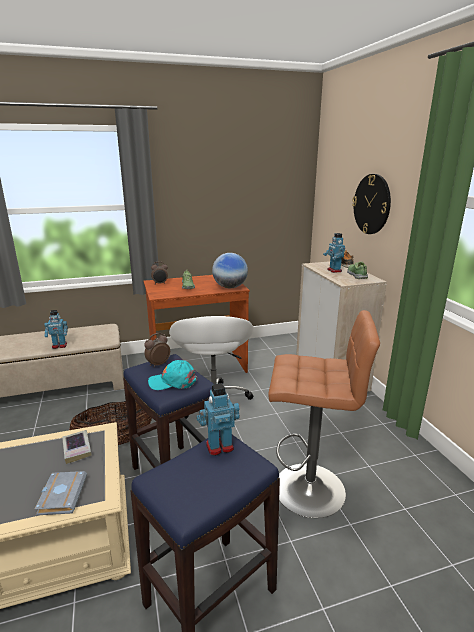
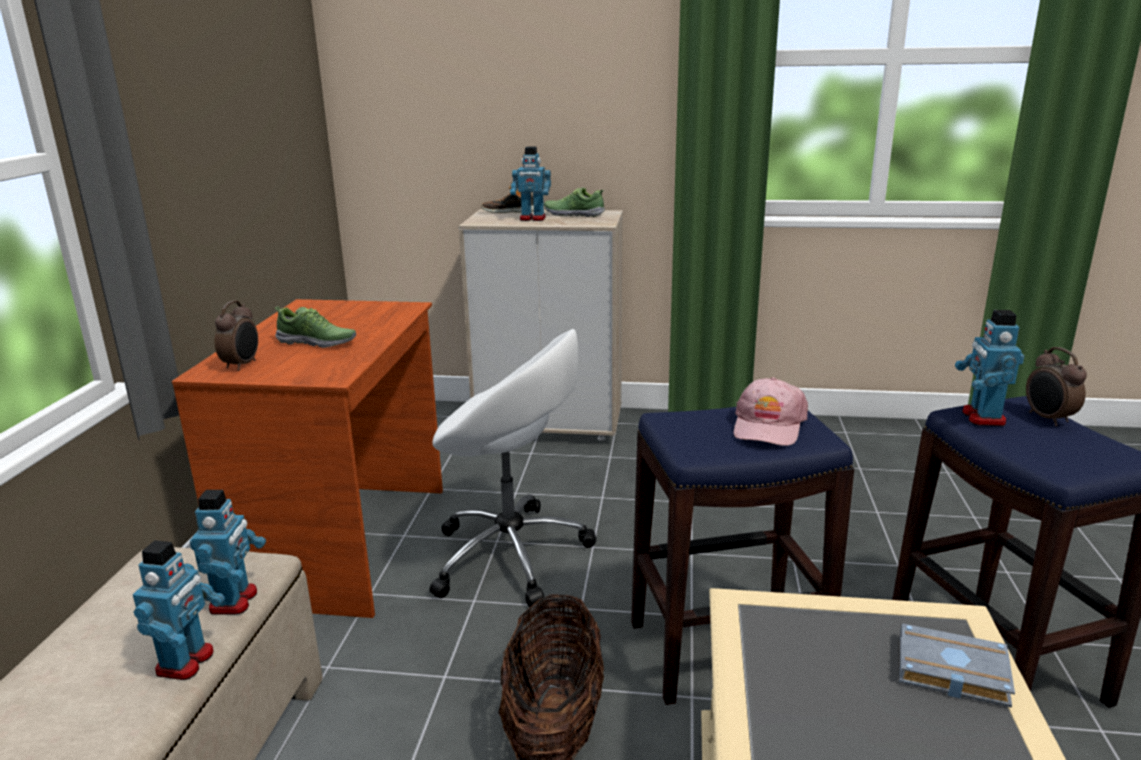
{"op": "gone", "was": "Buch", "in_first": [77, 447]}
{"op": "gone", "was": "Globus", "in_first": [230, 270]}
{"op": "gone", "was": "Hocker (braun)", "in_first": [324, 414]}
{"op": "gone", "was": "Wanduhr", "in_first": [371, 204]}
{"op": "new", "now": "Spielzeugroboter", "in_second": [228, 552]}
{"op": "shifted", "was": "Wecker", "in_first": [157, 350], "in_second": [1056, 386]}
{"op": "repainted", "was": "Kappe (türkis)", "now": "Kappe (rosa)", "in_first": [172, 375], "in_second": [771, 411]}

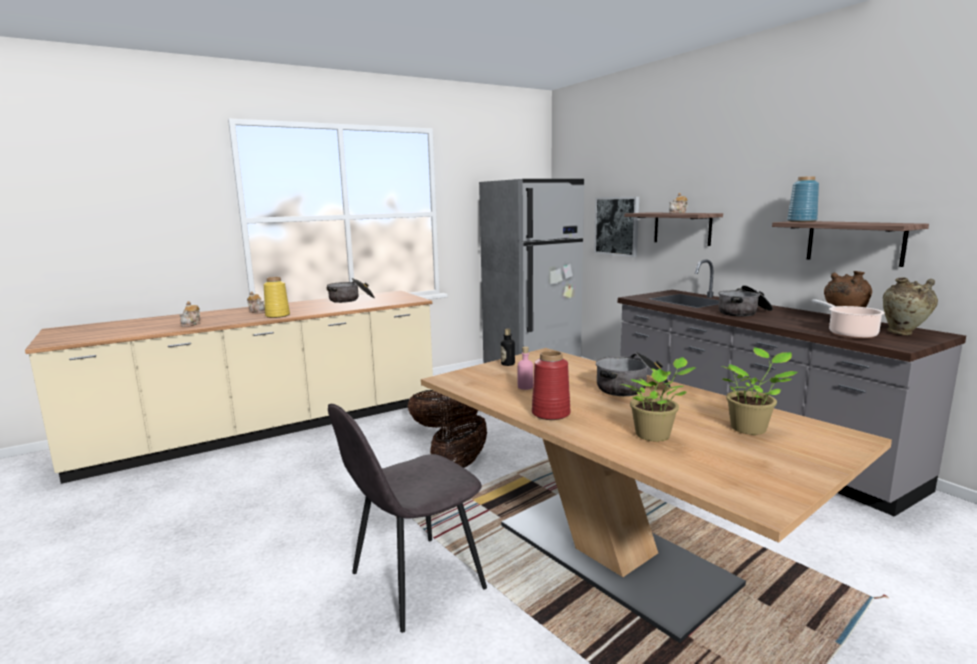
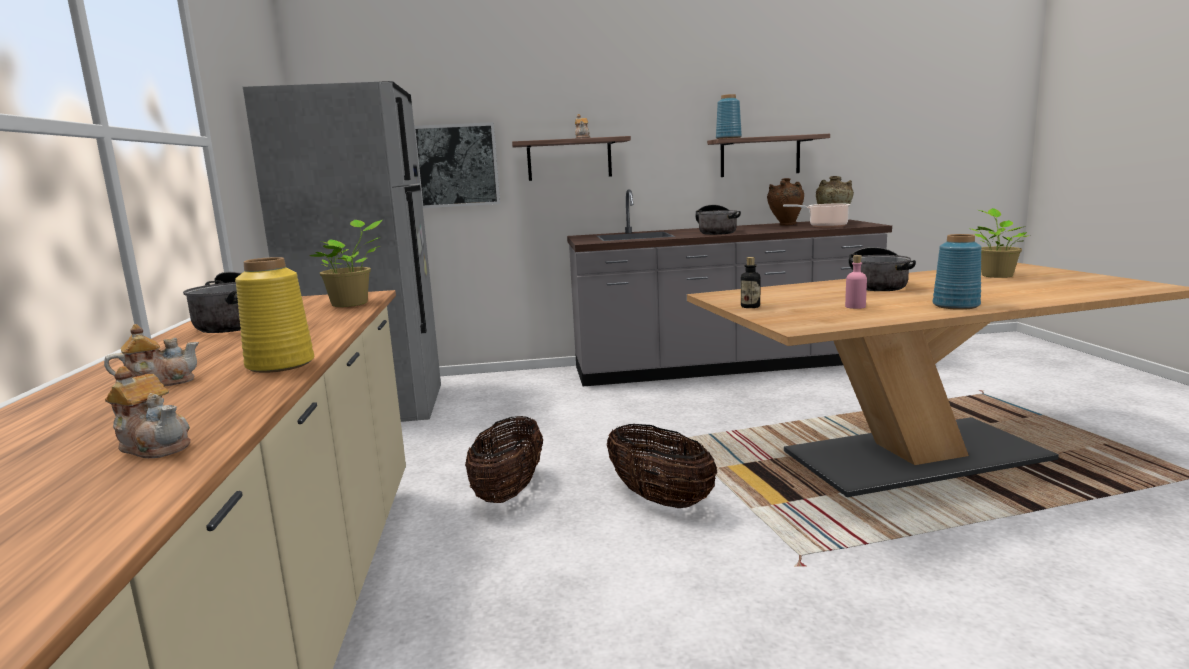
{"op": "gone", "was": "Stuhl (grau)", "in_first": [407, 518]}
{"op": "shifted", "was": "Topfpflanze", "in_first": [658, 399], "in_second": [346, 263]}
{"op": "repainted", "was": "Vase (rot)", "now": "Vase (blau)", "in_first": [551, 385], "in_second": [957, 272]}

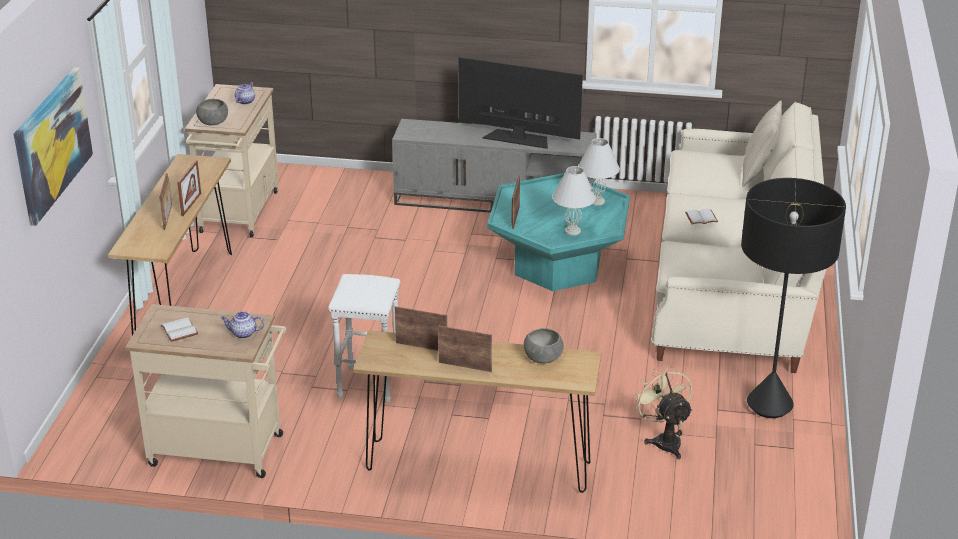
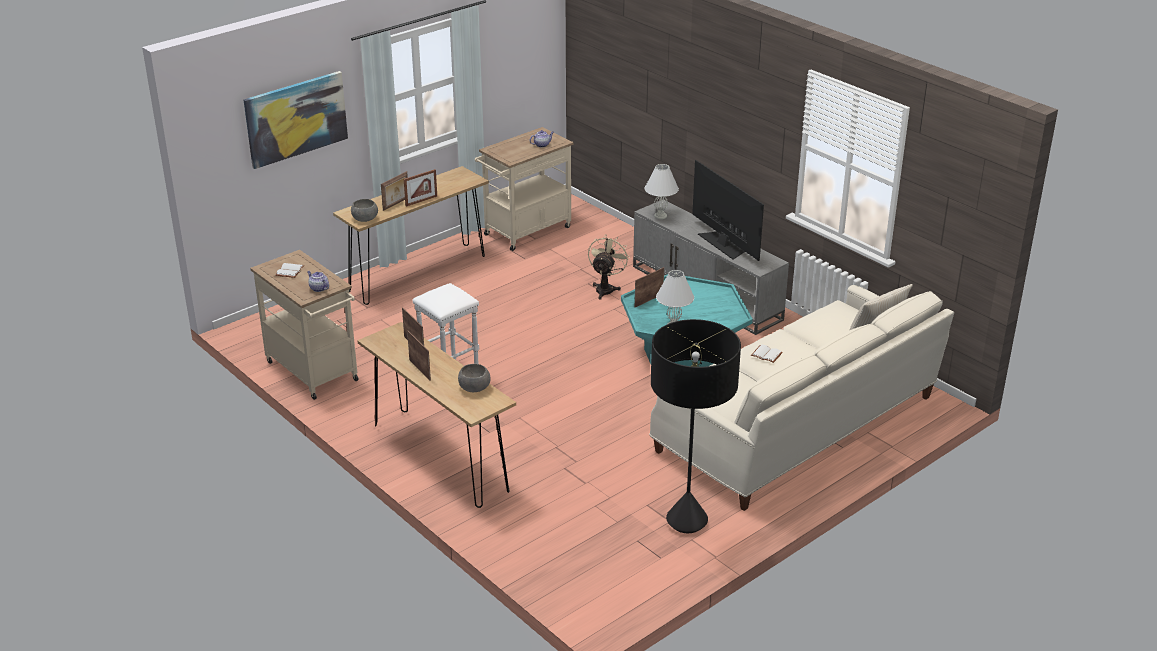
{"op": "shifted", "was": "Schüssel (grau)", "in_first": [212, 112], "in_second": [364, 210]}
{"op": "shifted", "was": "Tischlampe (weiß)", "in_first": [599, 172], "in_second": [661, 191]}
{"op": "shifted", "was": "Ventilator (beige)", "in_first": [663, 412], "in_second": [609, 267]}

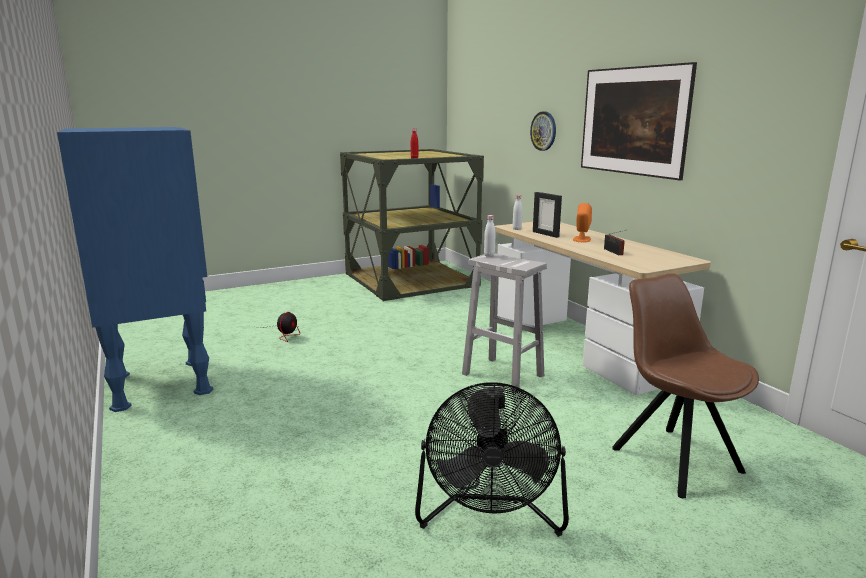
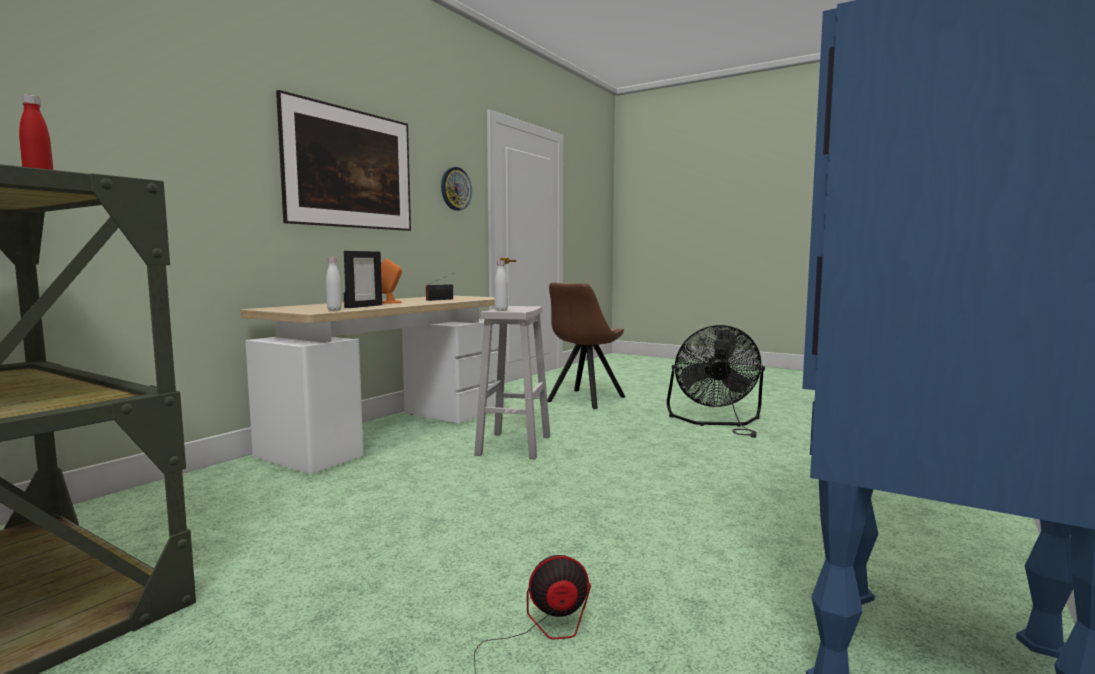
{"op": "shifted", "was": "Wanduhr", "in_first": [543, 131], "in_second": [456, 189]}
{"op": "rotated", "was": "Ventilator (schwarz)", "in_first": [492, 459], "in_second": [716, 381], "clockwise": -60}

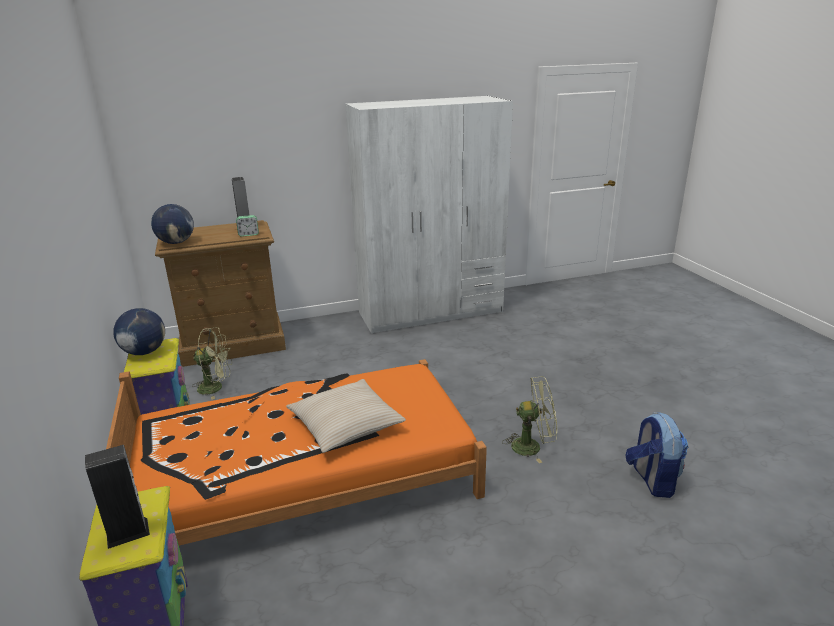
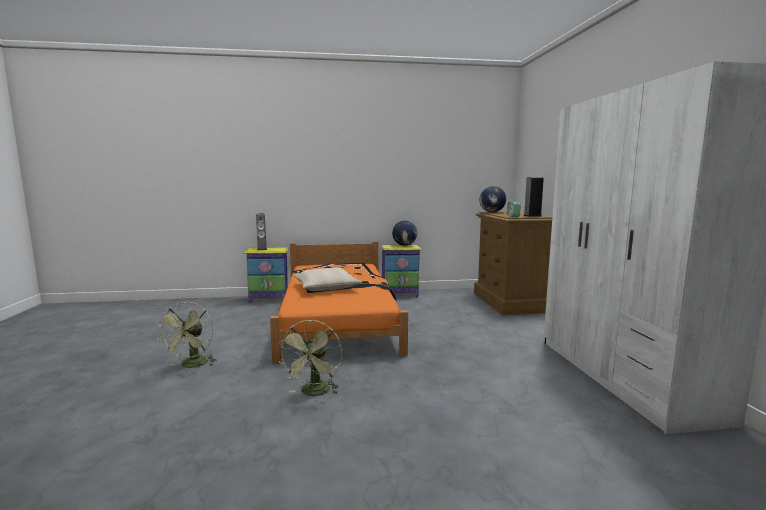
{"op": "gone", "was": "Rucksack", "in_first": [656, 455]}
{"op": "shifted", "was": "Ventilator (grün)", "in_first": [212, 363], "in_second": [187, 334]}

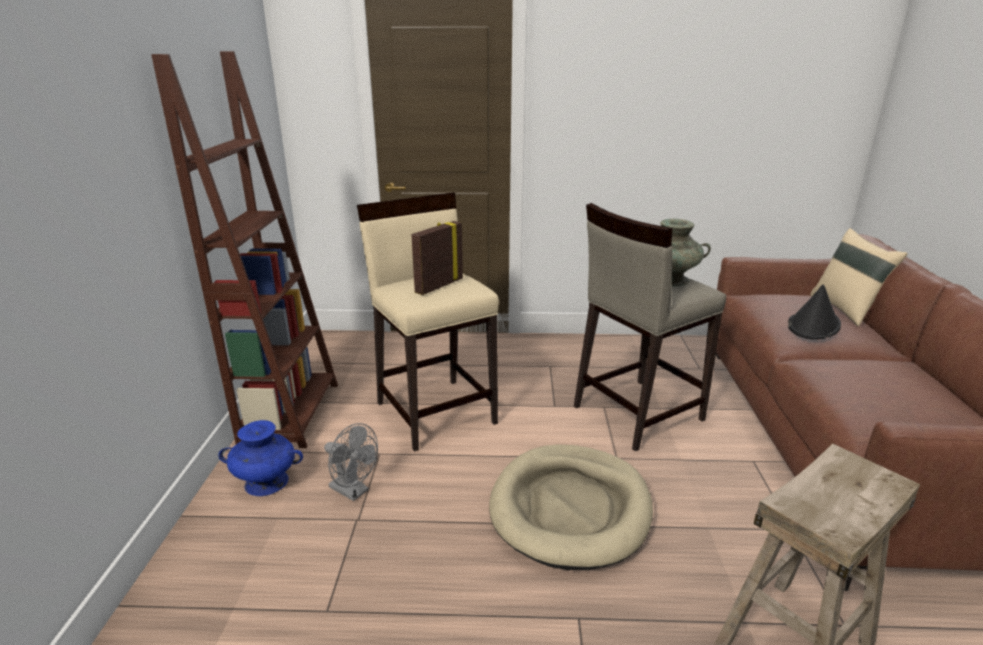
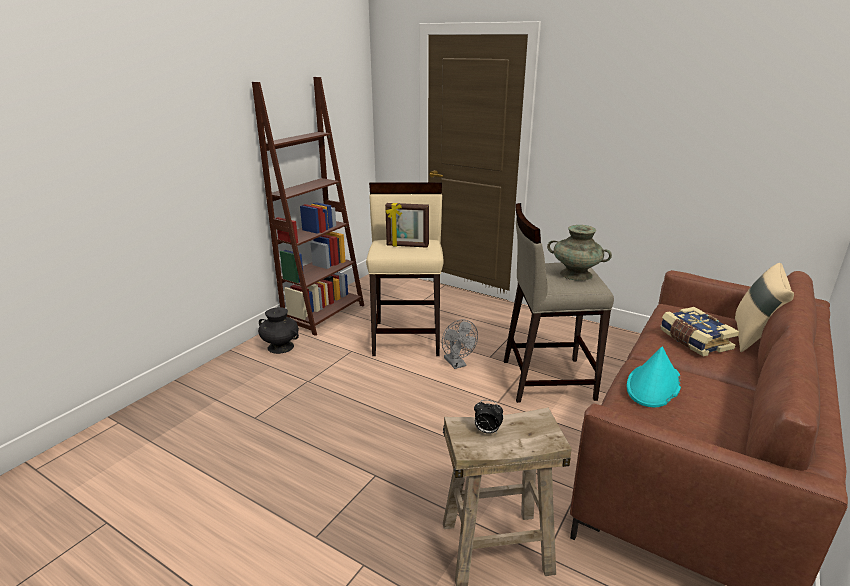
{"op": "gone", "was": "Hundebett (beige)", "in_first": [571, 507]}
{"op": "new", "now": "Wecker", "in_second": [488, 417]}
{"op": "new", "now": "Hut (türkis)", "in_second": [654, 377]}
{"op": "shifted", "was": "Ventilator (grau)", "in_first": [351, 462], "in_second": [460, 344]}
{"op": "swapped", "was": "Hut (schwarz)", "now": "Buch", "in_first": [814, 312], "in_second": [699, 332]}
{"op": "repainted", "was": "Vase (blau)", "now": "Vase (schwarz)", "in_first": [260, 458], "in_second": [278, 330]}
{"op": "rotated", "was": "Bilderrahmen", "in_first": [437, 258], "in_second": [407, 225], "clockwise": -150}

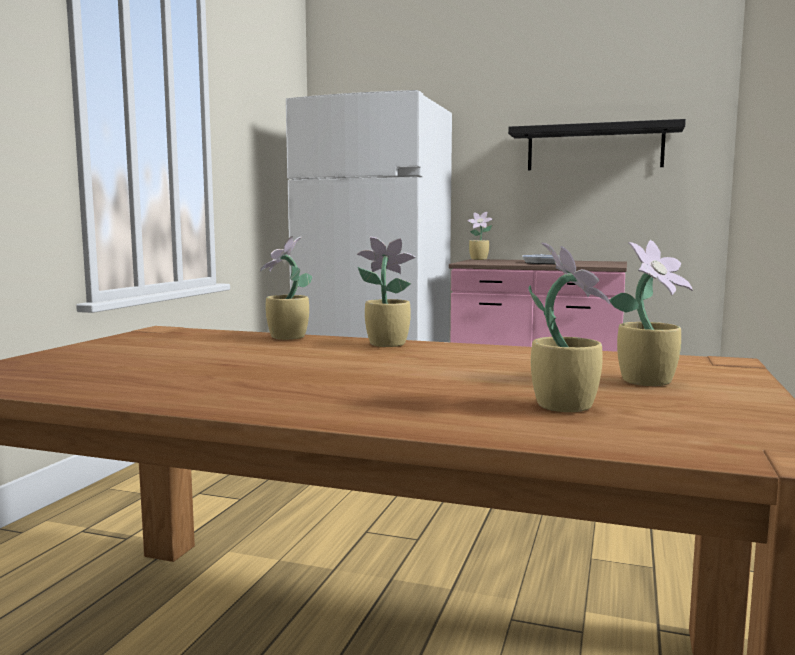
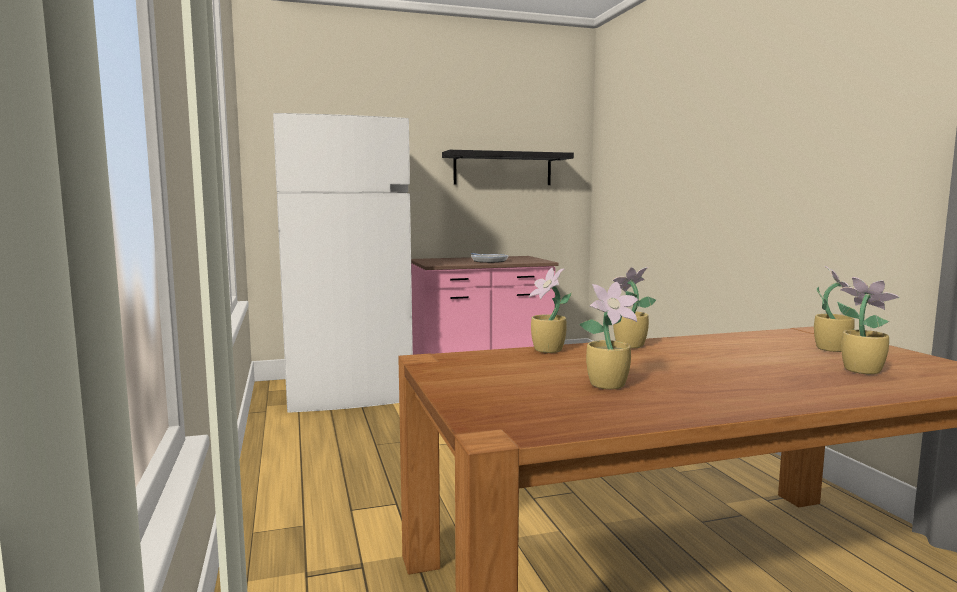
{"op": "shifted", "was": "Topfpflanze", "in_first": [480, 236], "in_second": [609, 335]}

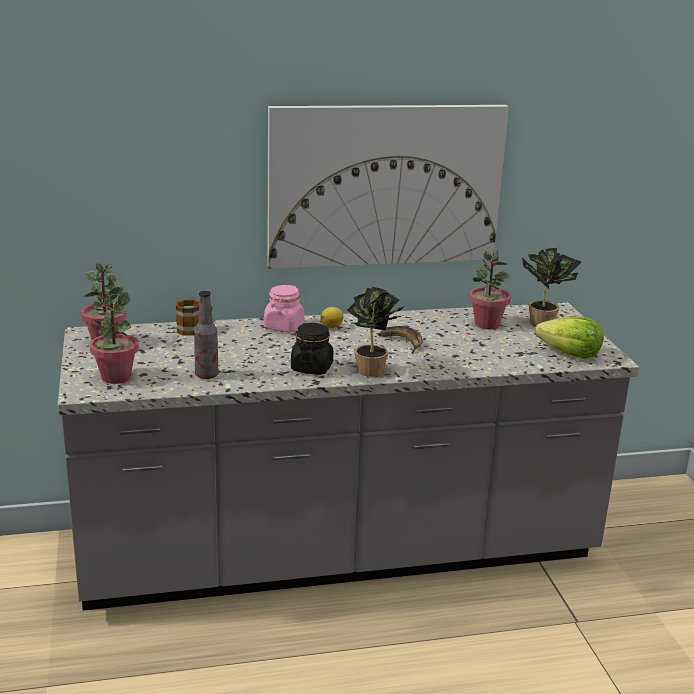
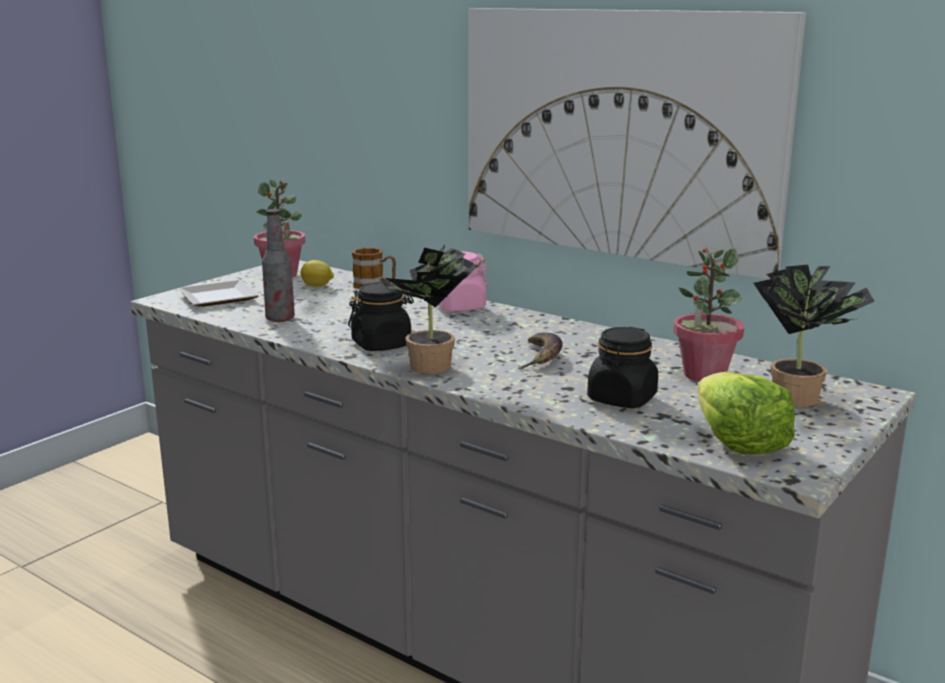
{"op": "new", "now": "Vorratsglas (schwarz)", "in_second": [622, 367]}
{"op": "shifted", "was": "Zitrone", "in_first": [332, 317], "in_second": [317, 273]}
{"op": "swapped", "was": "Topfpflanze", "now": "Teller", "in_first": [114, 337], "in_second": [219, 293]}

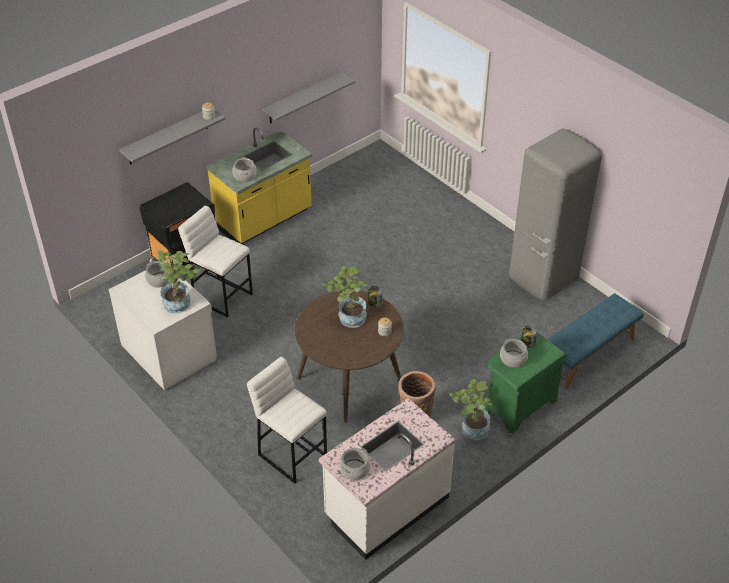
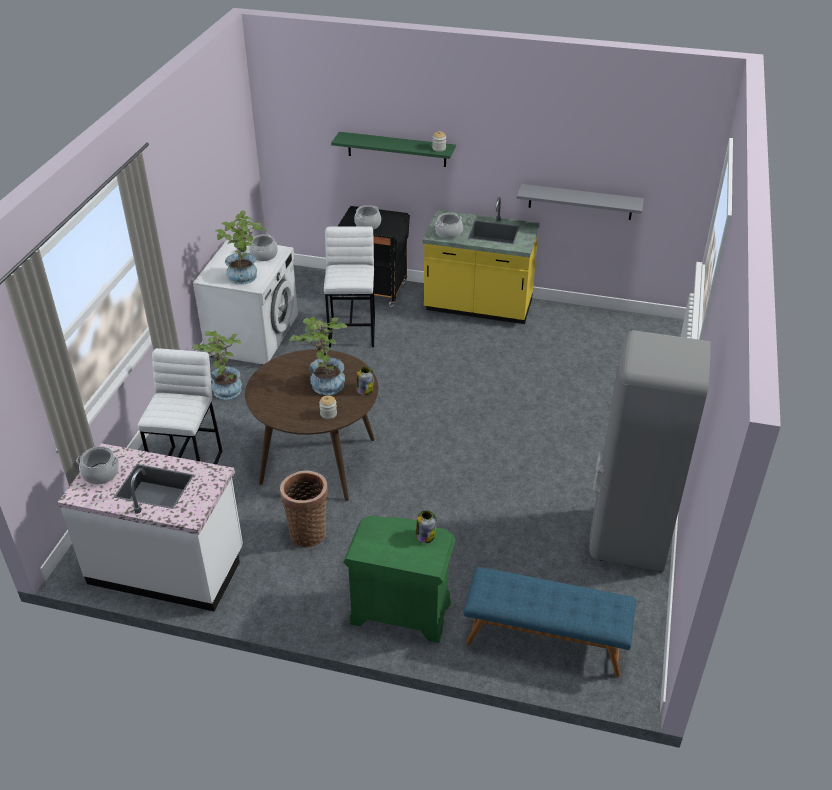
{"op": "shifted", "was": "Topfpflanze", "in_first": [471, 409], "in_second": [217, 365]}
{"op": "shifted", "was": "Kochtopf", "in_first": [514, 352], "in_second": [367, 217]}
{"op": "repainted", "was": "Wandregal (grau)", "now": "Wandregal (grün)", "in_first": [172, 137], "in_second": [393, 149]}

